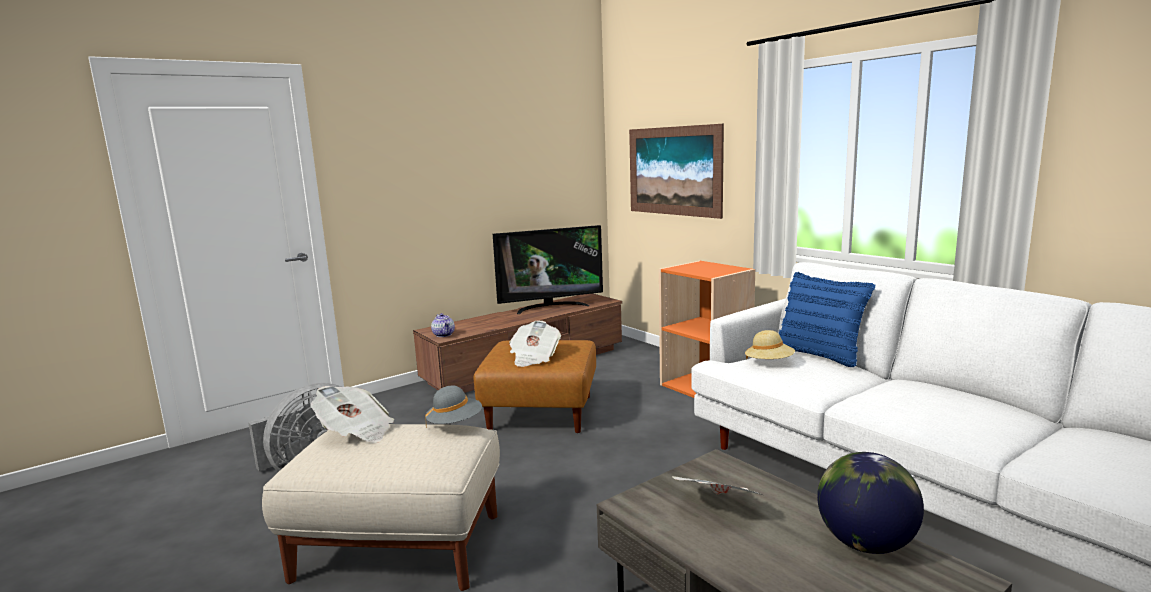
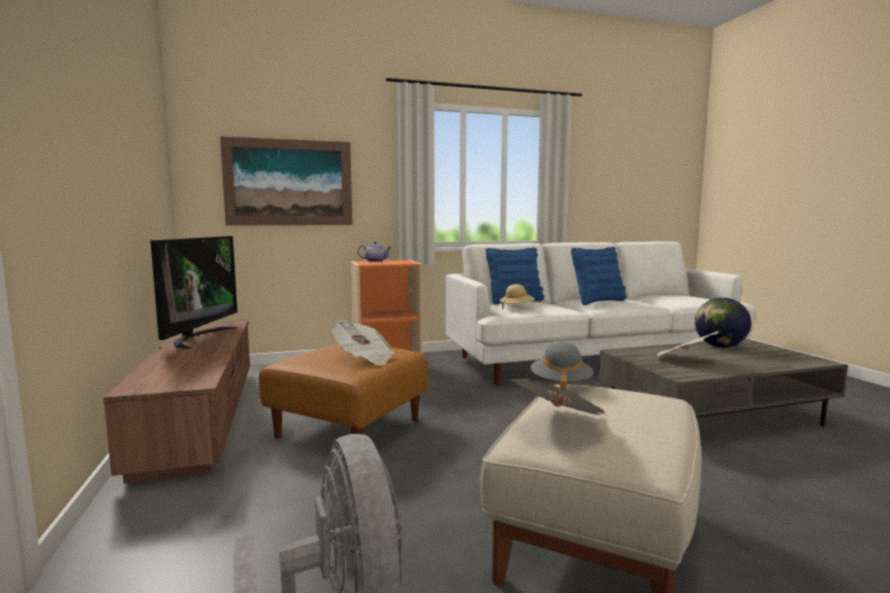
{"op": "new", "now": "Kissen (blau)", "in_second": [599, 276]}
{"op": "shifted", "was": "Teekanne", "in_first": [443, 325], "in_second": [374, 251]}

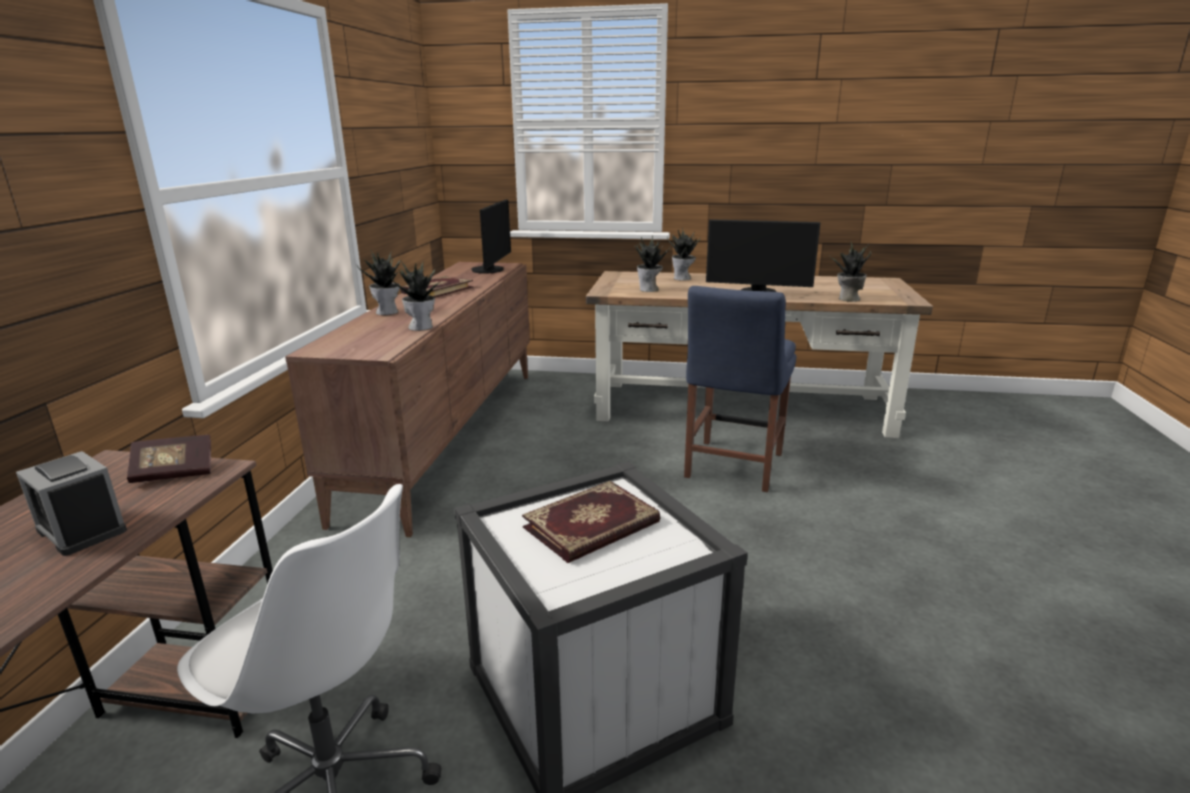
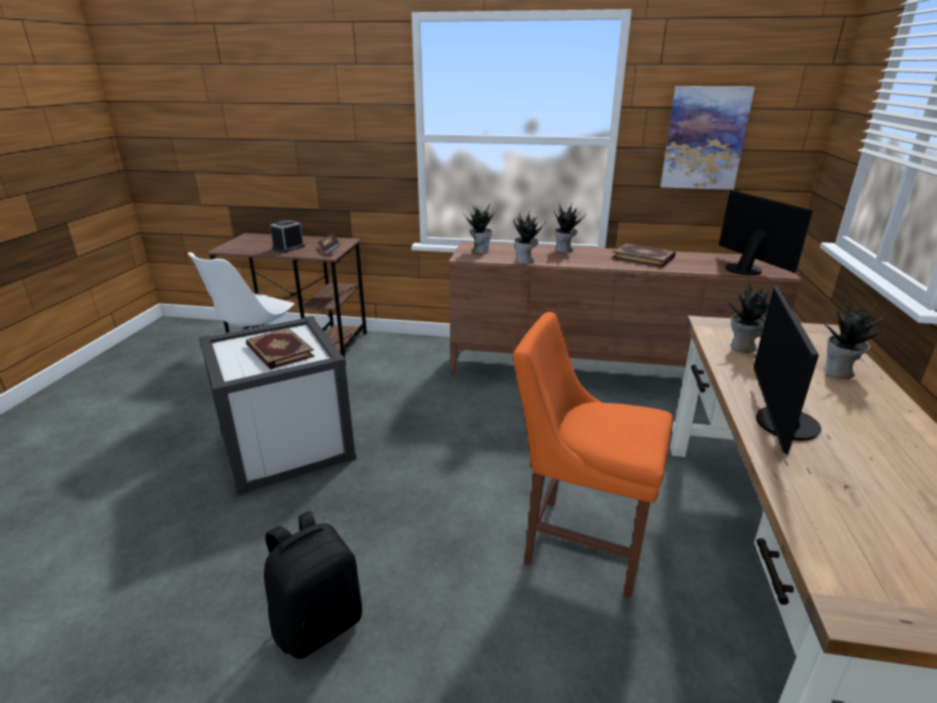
{"op": "new", "now": "Rucksack (schwarz)", "in_second": [313, 585]}
{"op": "new", "now": "Bild", "in_second": [707, 138]}
{"op": "shifted", "was": "Topfpflanze", "in_first": [850, 272], "in_second": [479, 228]}
{"op": "repainted", "was": "Stuhl (blau)", "now": "Stuhl (orange)", "in_first": [740, 389], "in_second": [593, 455]}
{"op": "rotated", "was": "Monitor", "in_first": [491, 236], "in_second": [766, 232], "clockwise": -120}

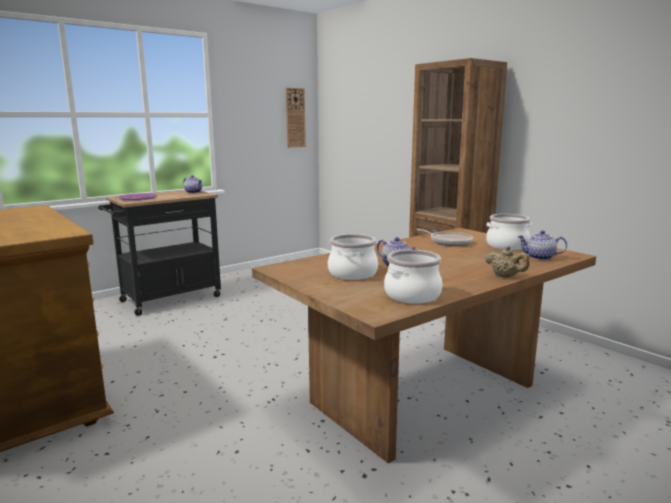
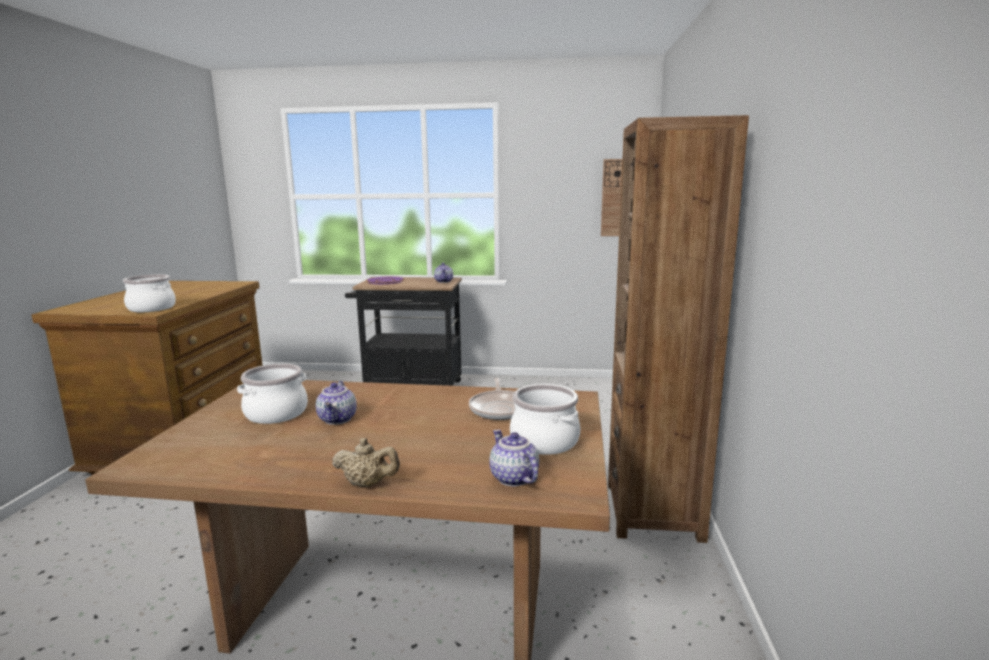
{"op": "shifted", "was": "Kochtopf", "in_first": [413, 277], "in_second": [149, 293]}
{"op": "rotated", "was": "Teekanne (beige)", "in_first": [507, 261], "in_second": [366, 462], "clockwise": -75}

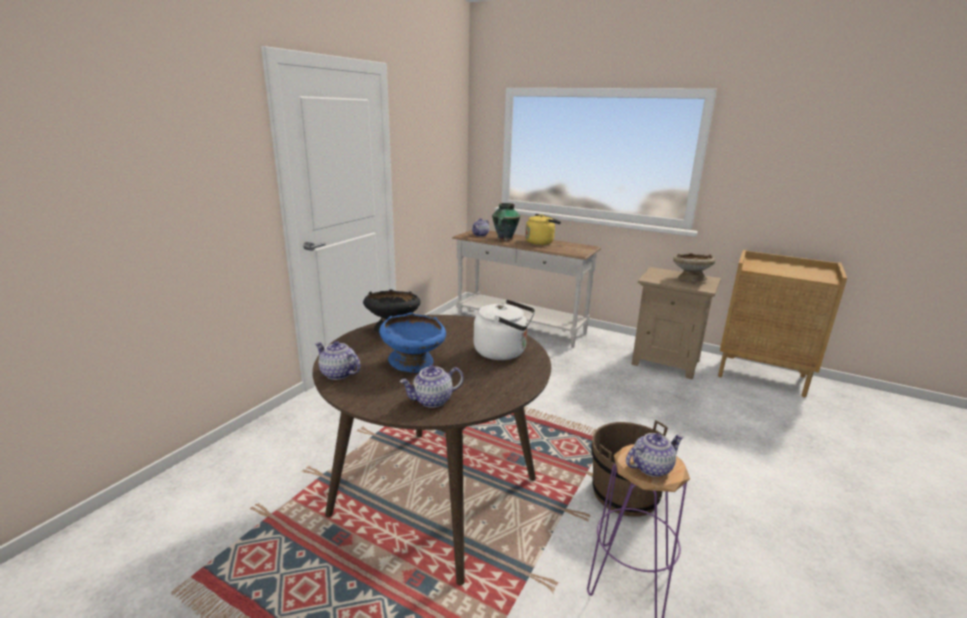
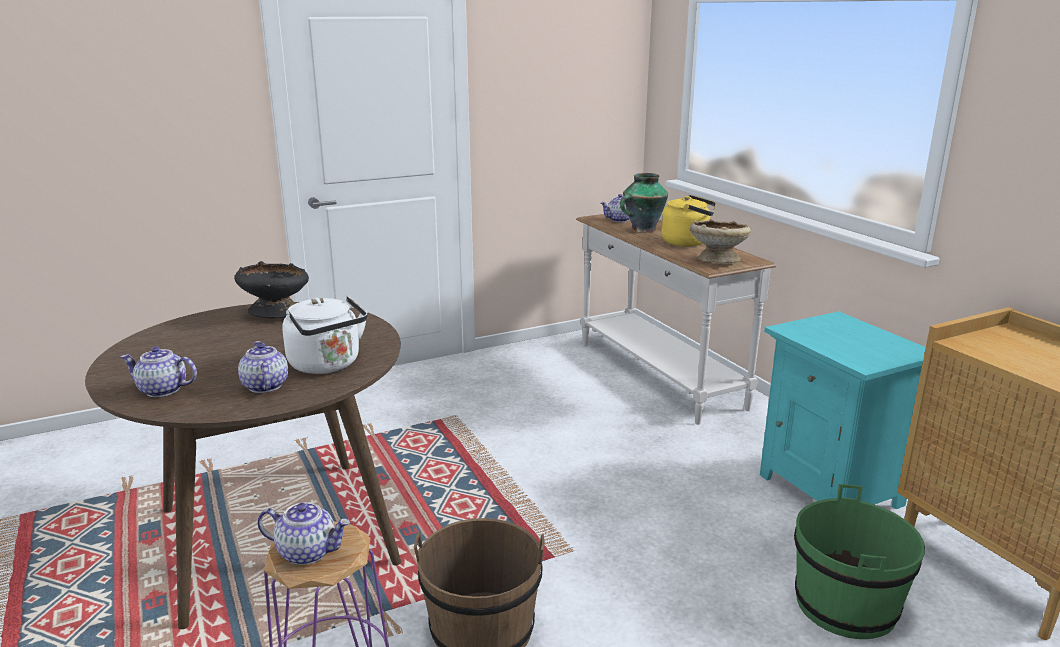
{"op": "gone", "was": "Schüssel (blau)", "in_first": [412, 342]}
{"op": "new", "now": "Eimer (grün)", "in_second": [859, 561]}
{"op": "shifted", "was": "Teekanne", "in_first": [338, 360], "in_second": [263, 367]}
{"op": "shifted", "was": "Schüssel (beige)", "in_first": [694, 267], "in_second": [720, 241]}
{"op": "repainted", "was": "Nachttisch (beige)", "now": "Nachttisch (türkis)", "in_first": [676, 323], "in_second": [843, 410]}

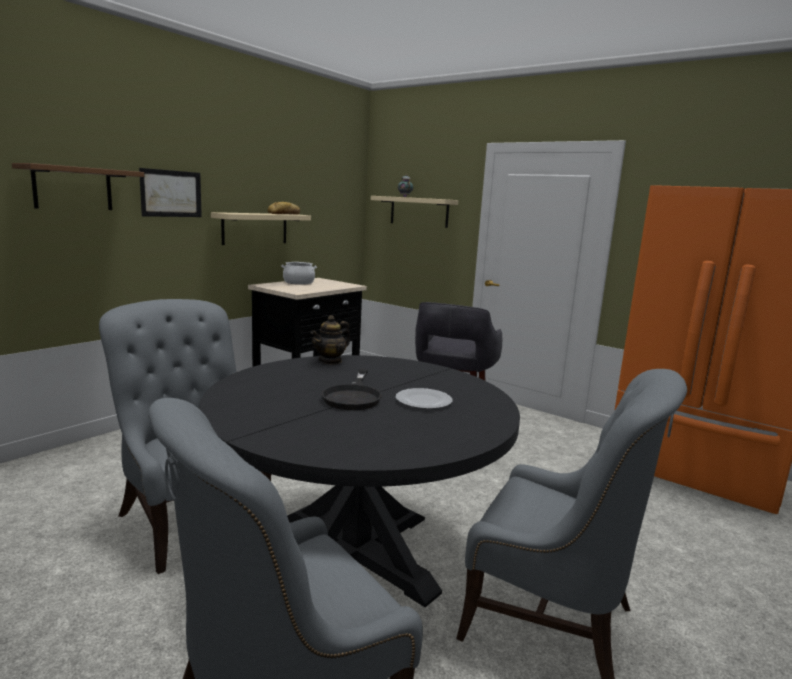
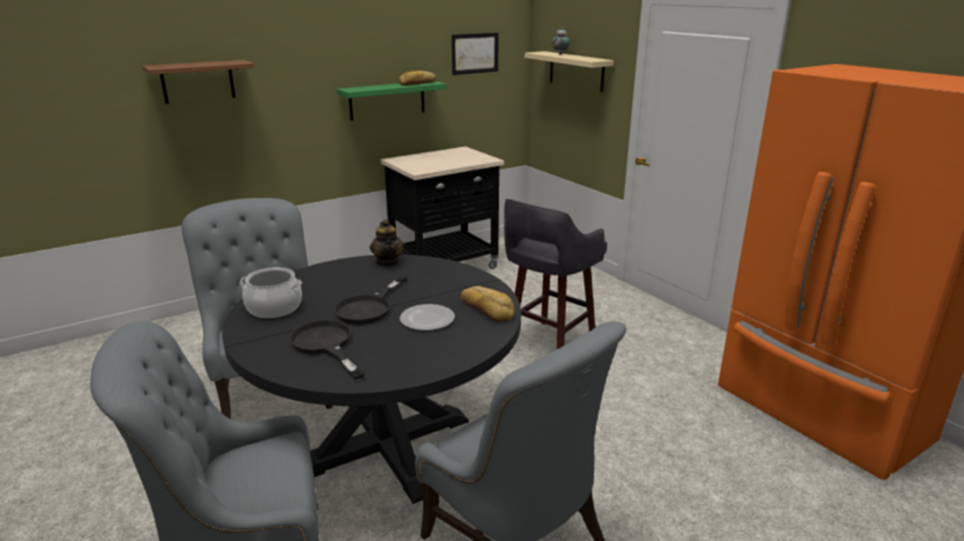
{"op": "new", "now": "Pfanne (schwarz)", "in_second": [327, 350]}
{"op": "new", "now": "Brot", "in_second": [488, 304]}
{"op": "shifted", "was": "Bild", "in_first": [170, 192], "in_second": [475, 53]}
{"op": "shifted", "was": "Kochtopf", "in_first": [299, 273], "in_second": [271, 292]}
{"op": "repainted", "was": "Wandregal (beige)", "now": "Wandregal (grün)", "in_first": [261, 228], "in_second": [391, 101]}
{"op": "rotated", "was": "Teekanne", "in_first": [330, 340], "in_second": [387, 242], "clockwise": -75}

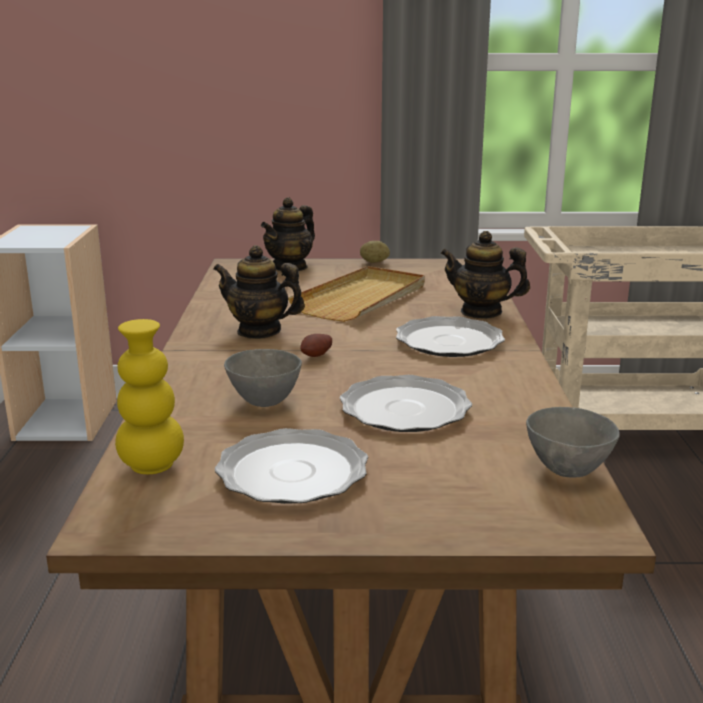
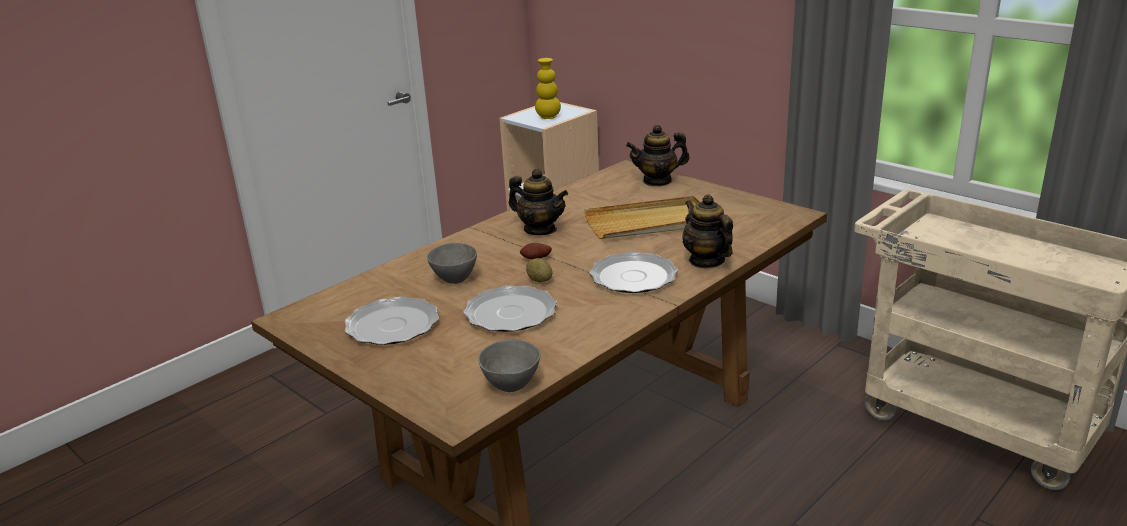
{"op": "shifted", "was": "Vase (gelb)", "in_first": [149, 396], "in_second": [548, 88]}
{"op": "shifted", "was": "Kartoffel", "in_first": [375, 252], "in_second": [539, 270]}
{"op": "rotated", "was": "Teekanne", "in_first": [259, 292], "in_second": [538, 202], "clockwise": 150}

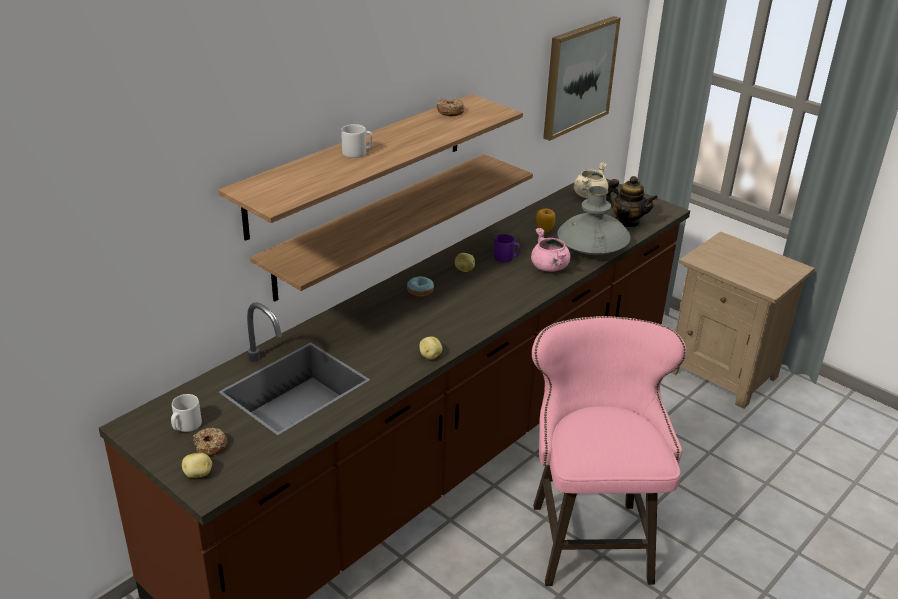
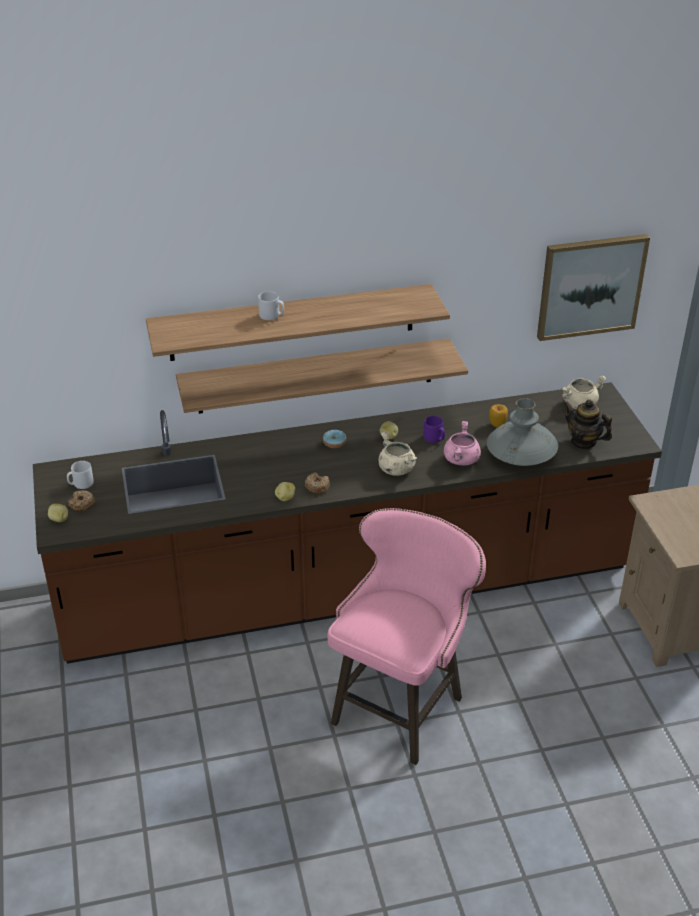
{"op": "new", "now": "Kochtopf (beige)", "in_second": [398, 453]}
{"op": "shifted", "was": "Donut", "in_first": [450, 107], "in_second": [317, 483]}
{"op": "rotated", "was": "Teekanne", "in_first": [632, 201], "in_second": [588, 424], "clockwise": 150}

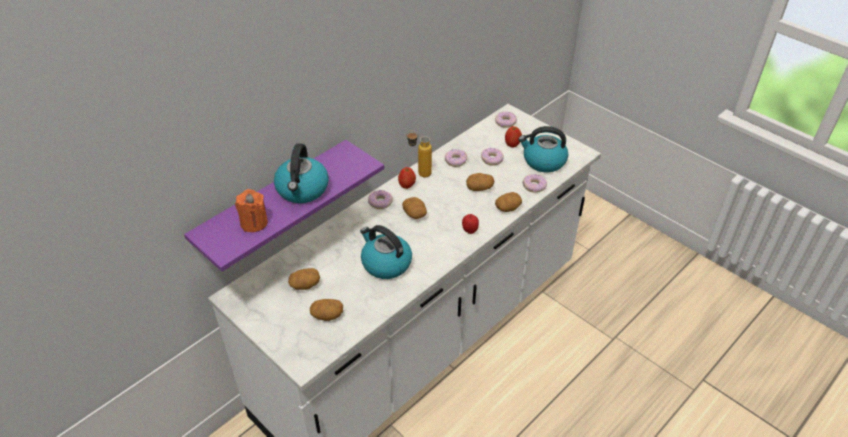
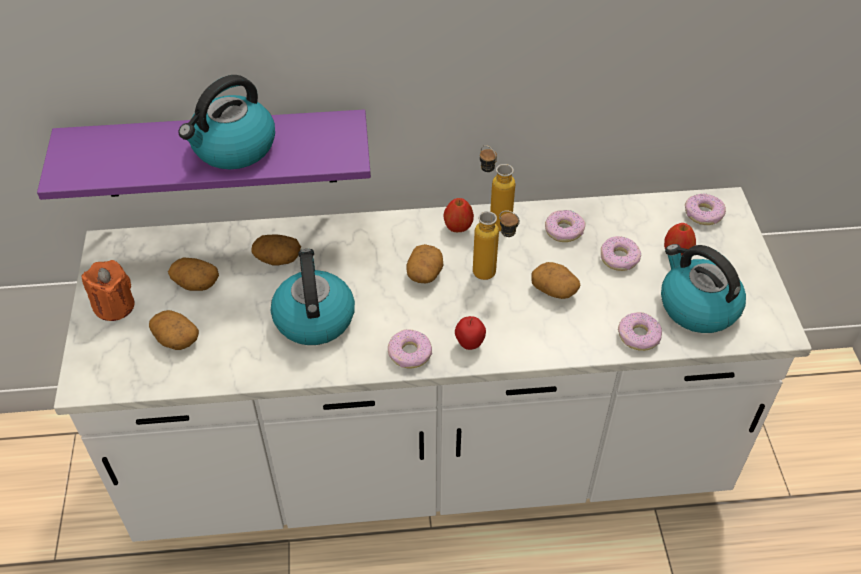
{"op": "new", "now": "Flasche", "in_second": [496, 245]}
{"op": "shifted", "was": "Kerze (orange)", "in_first": [251, 210], "in_second": [108, 290]}
{"op": "shifted", "was": "Donut", "in_first": [380, 199], "in_second": [410, 348]}
{"op": "shifted", "was": "Kartoffel", "in_first": [508, 202], "in_second": [276, 250]}

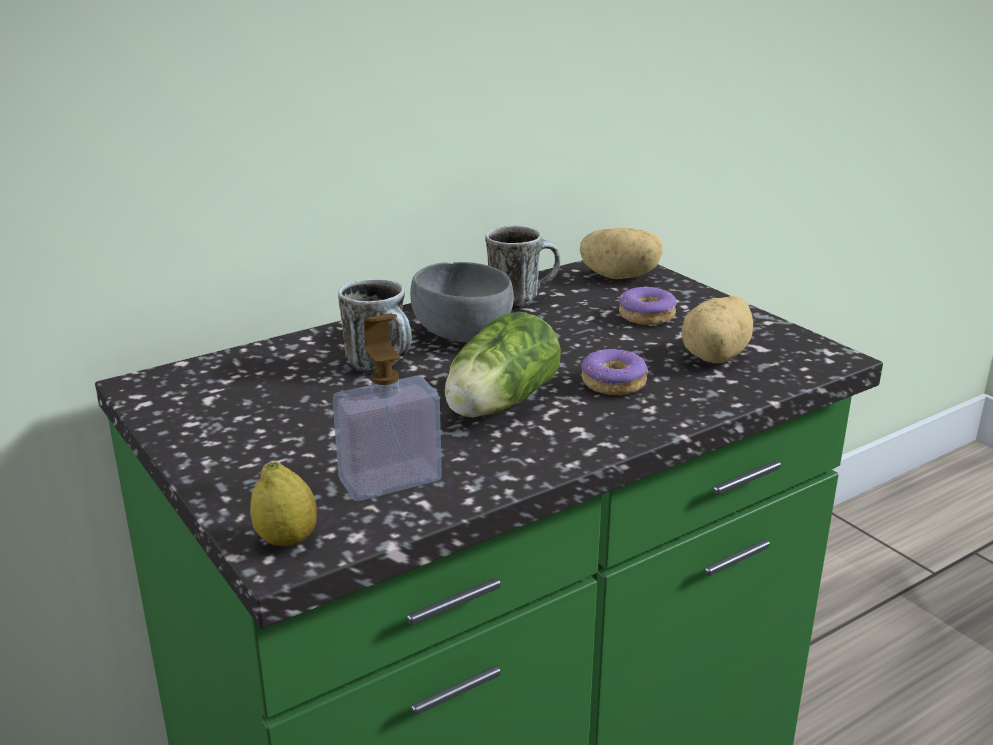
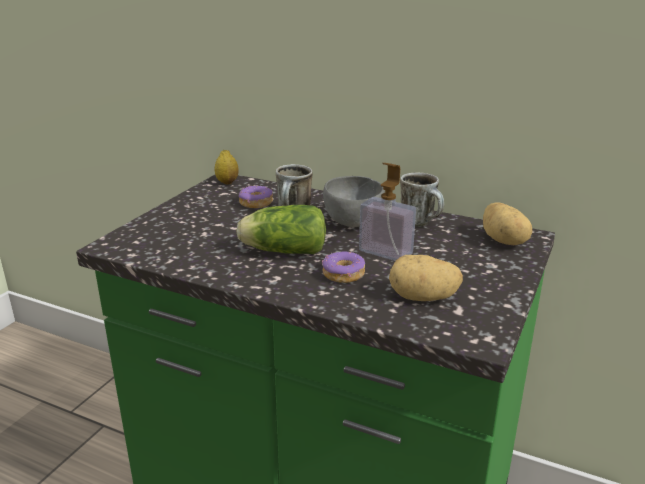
{"op": "shifted", "was": "Zitrone", "in_first": [283, 504], "in_second": [227, 167]}
{"op": "shifted", "was": "Seifenspender", "in_first": [387, 407], "in_second": [387, 212]}
{"op": "shifted", "was": "Donut", "in_first": [647, 305], "in_second": [256, 197]}

